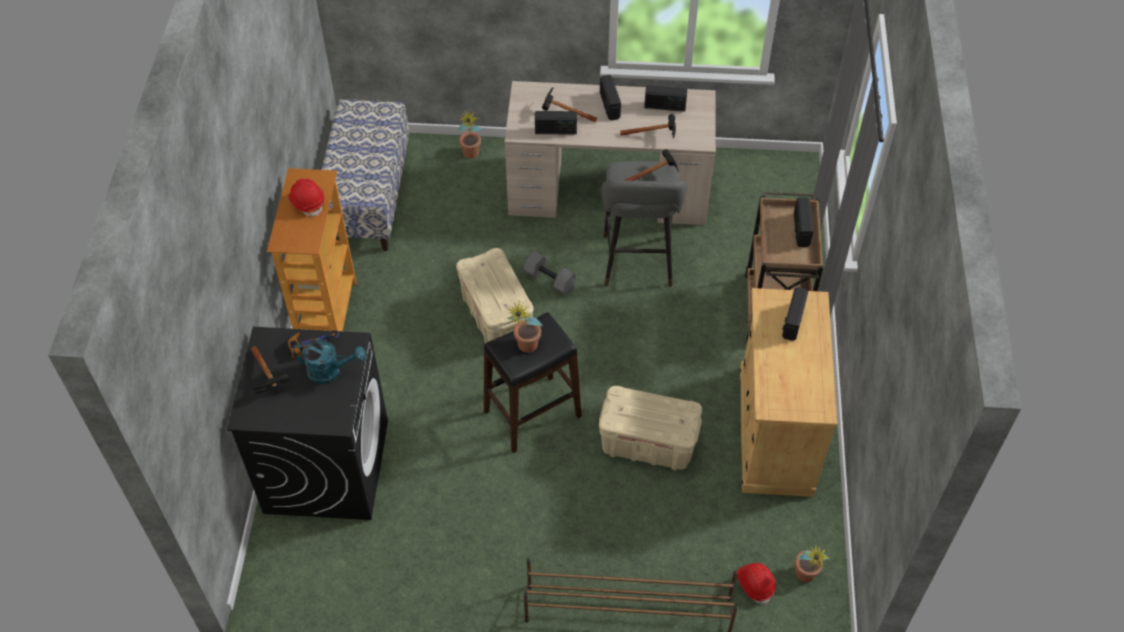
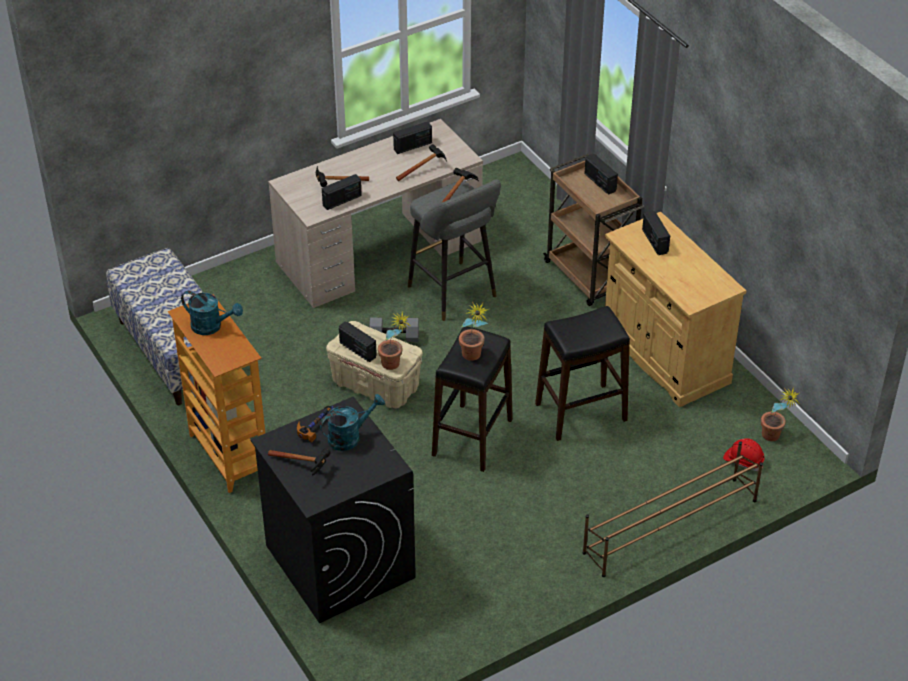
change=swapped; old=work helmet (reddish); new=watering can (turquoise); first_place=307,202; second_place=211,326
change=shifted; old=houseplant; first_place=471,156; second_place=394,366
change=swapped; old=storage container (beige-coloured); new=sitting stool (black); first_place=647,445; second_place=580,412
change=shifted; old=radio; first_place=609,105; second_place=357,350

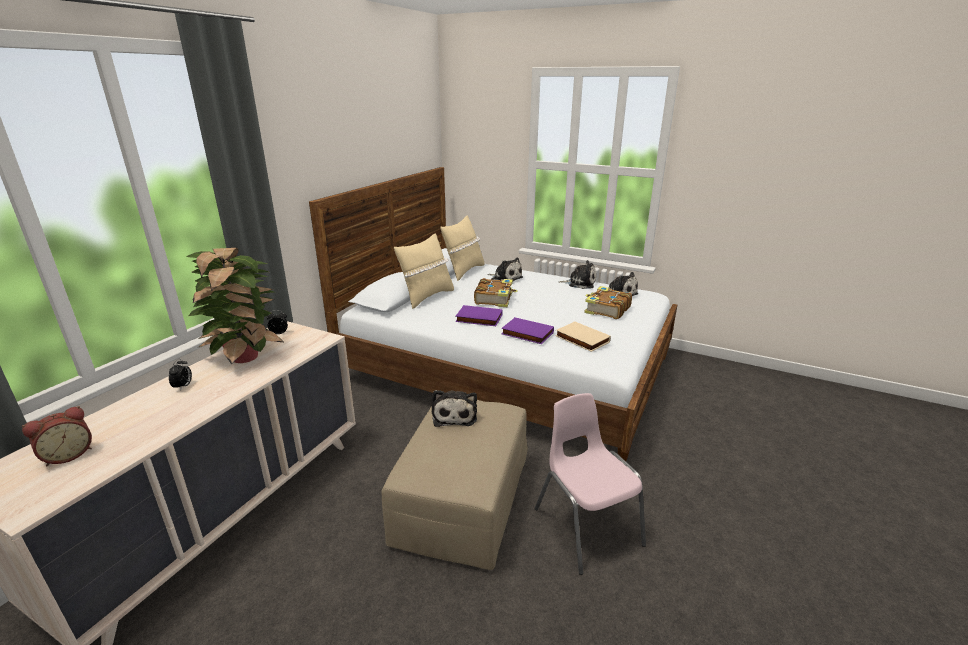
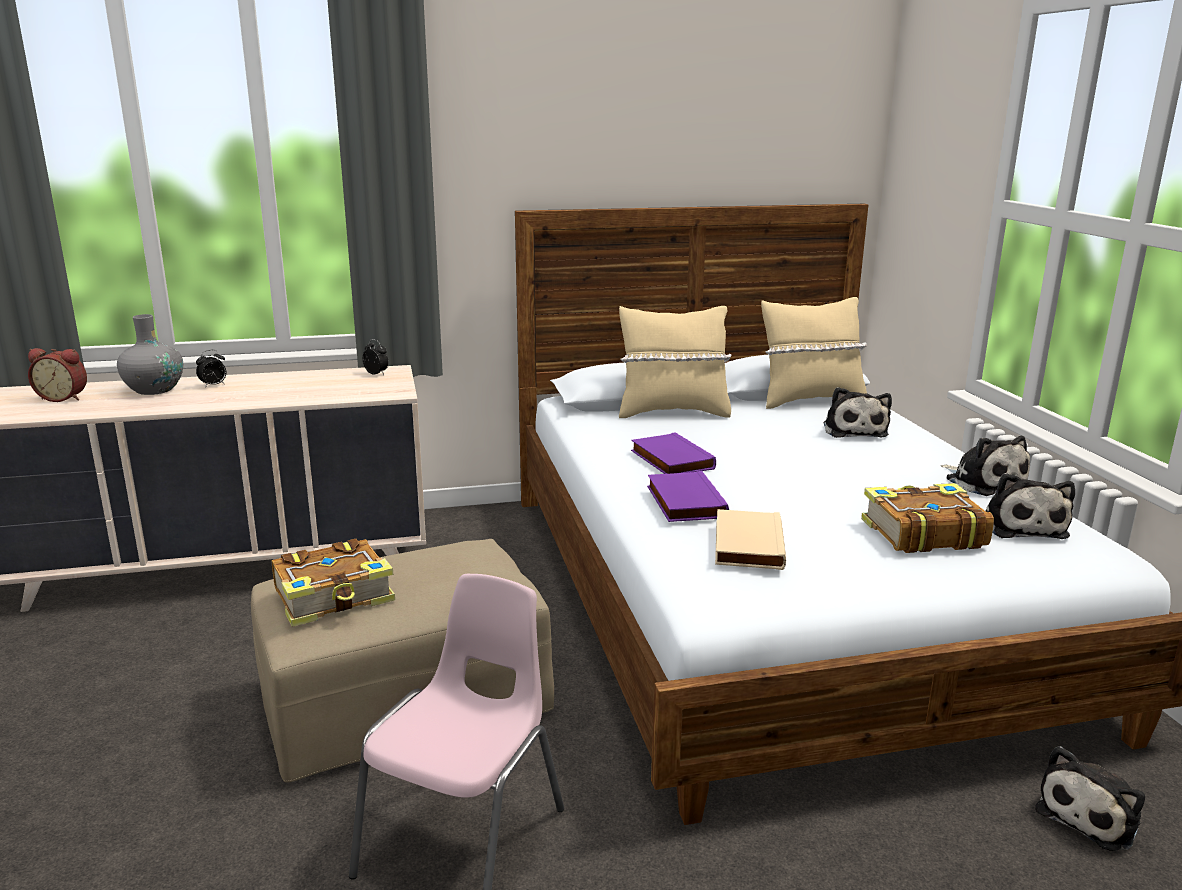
change=gone; old=houseplant; first_place=245,355
change=shifted; old=soft toy; first_place=454,415; second_place=1090,815
change=shifted; old=volume; first_place=495,299; second_place=335,597
change=new; new=flower vase (grey); second_place=154,390

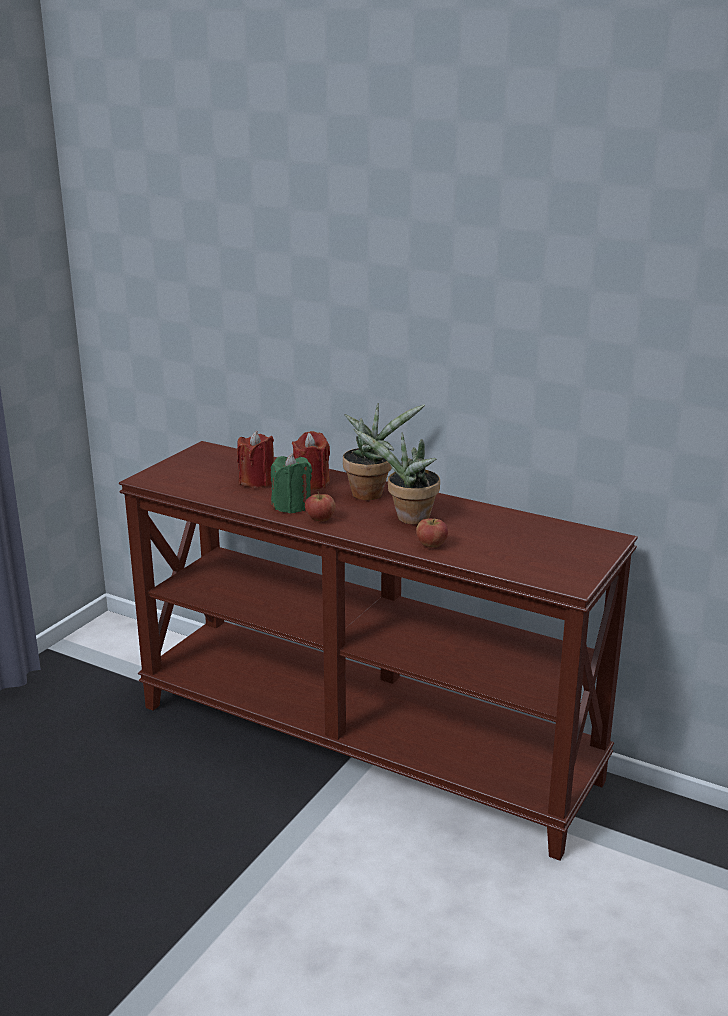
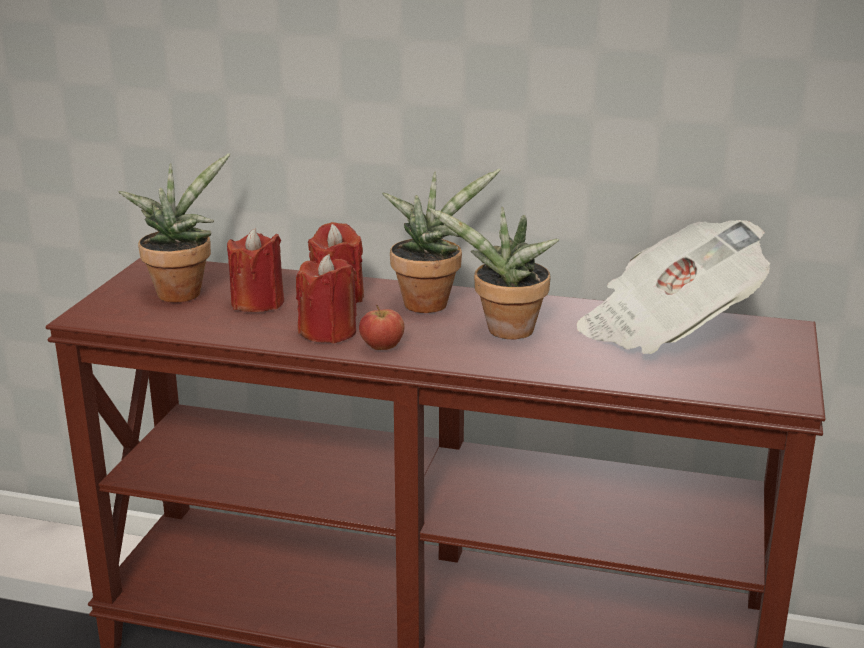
change=repainted; old=candle (green-coloured); new=candle (reddish); first_place=291,506; second_place=328,332
change=gone; old=whole apple; first_place=431,545
change=new; new=houseplant; second_place=182,291
change=new; new=daily paper; second_place=666,329

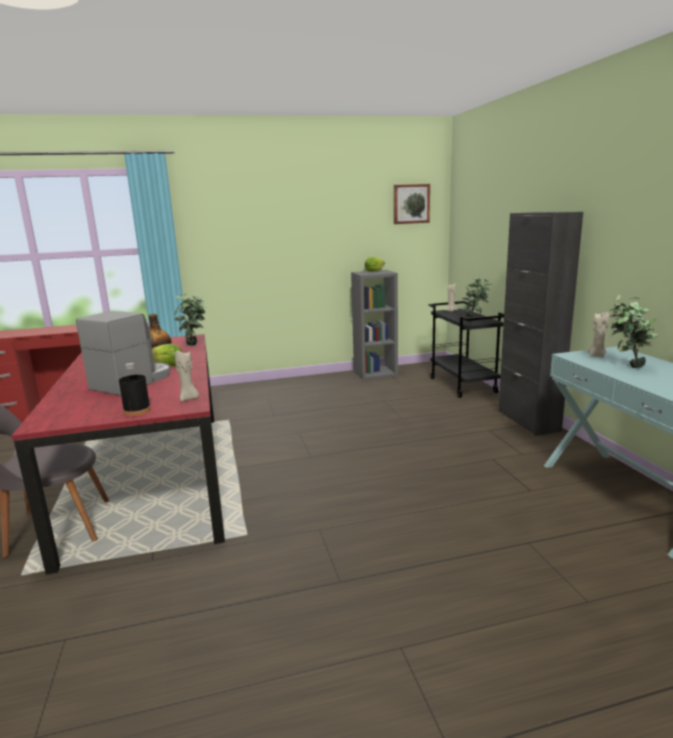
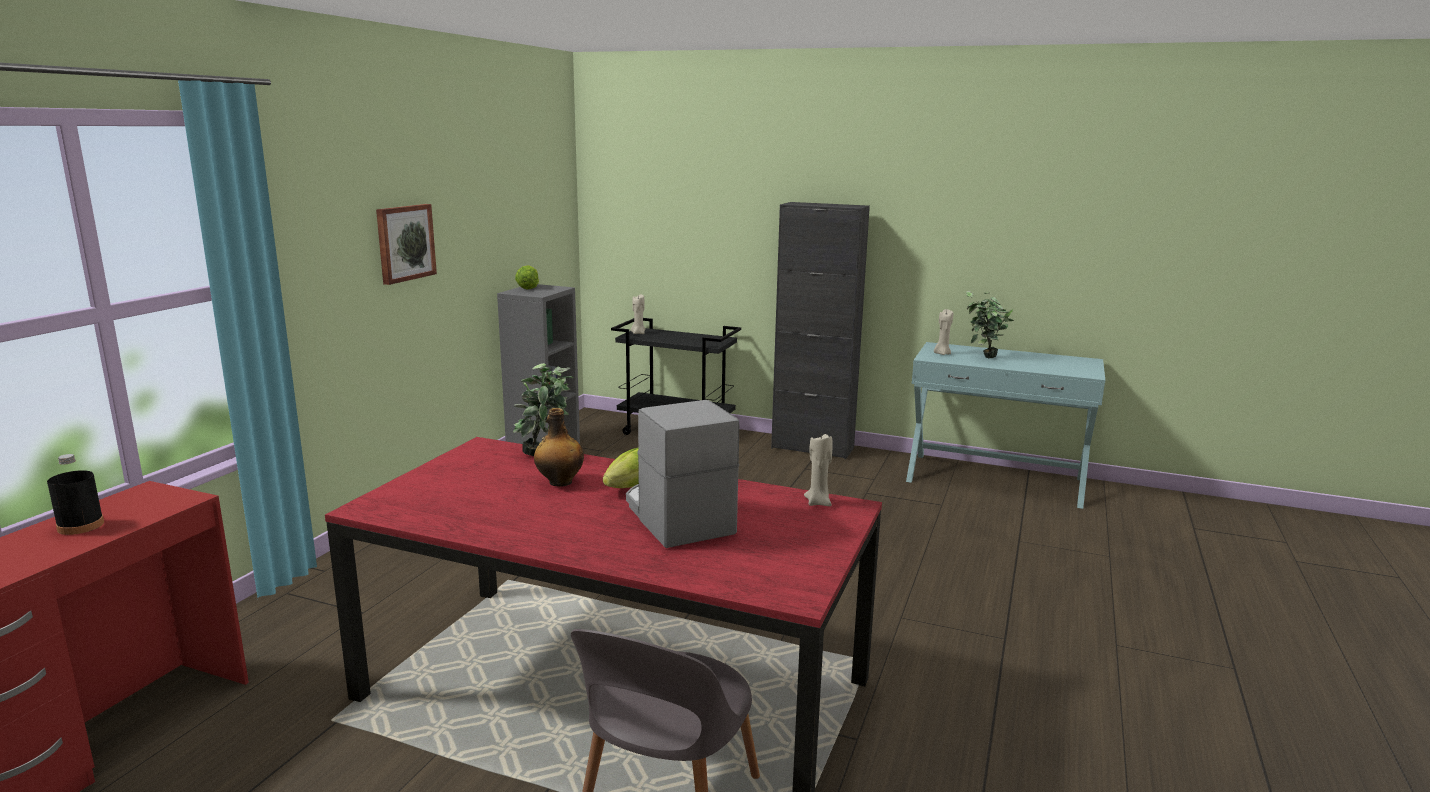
change=shifted; old=beverage bottle (black); first_place=137,411; second_place=80,526
change=shifted; old=wall art; first_place=411,204; second_place=405,243
change=gone; old=houseplant; first_place=475,321

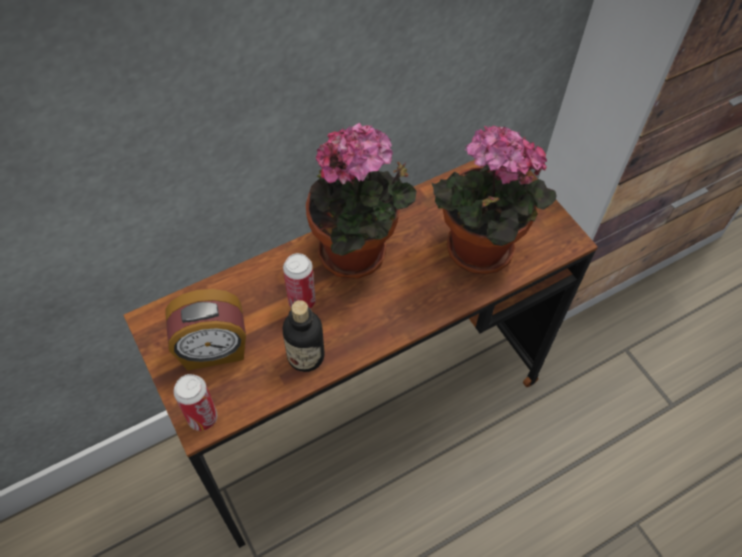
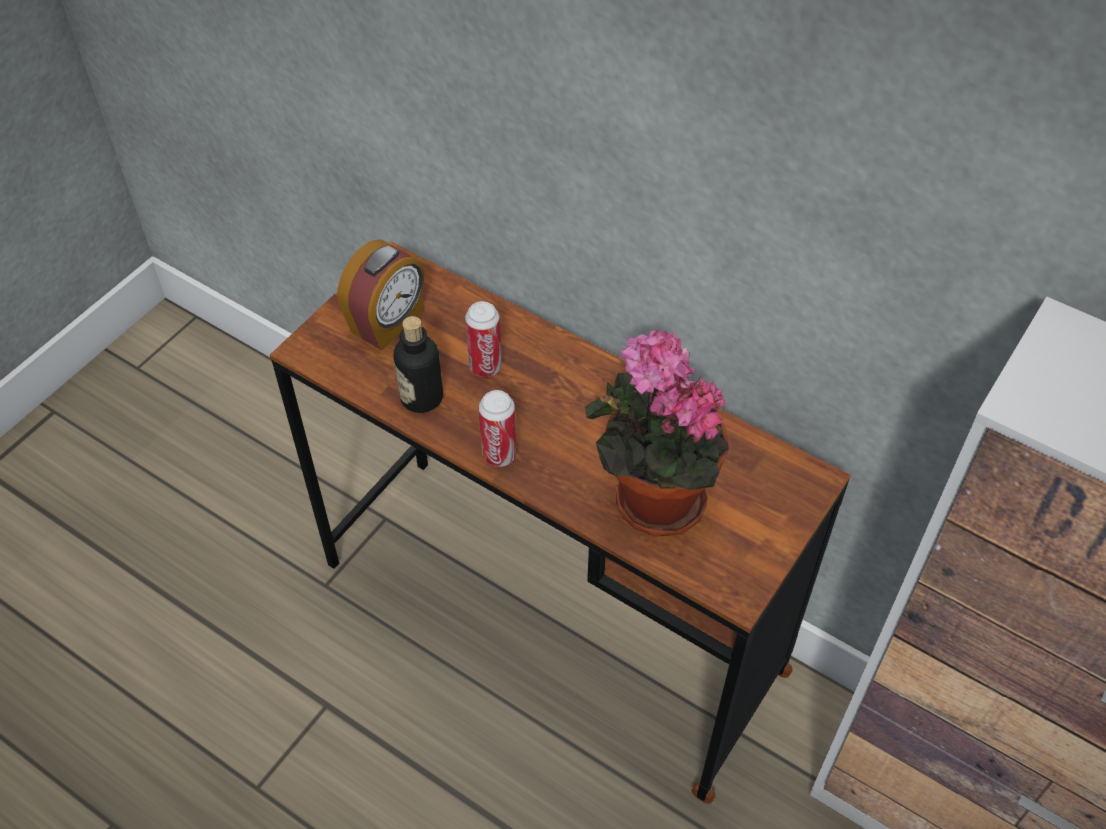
change=rotated; old=alarm clock; first_place=214,350; second_place=388,323; degrees=-105
change=shifted; old=metal can; first_place=202,417; second_place=499,455
change=gone; old=houseplant; first_place=358,254

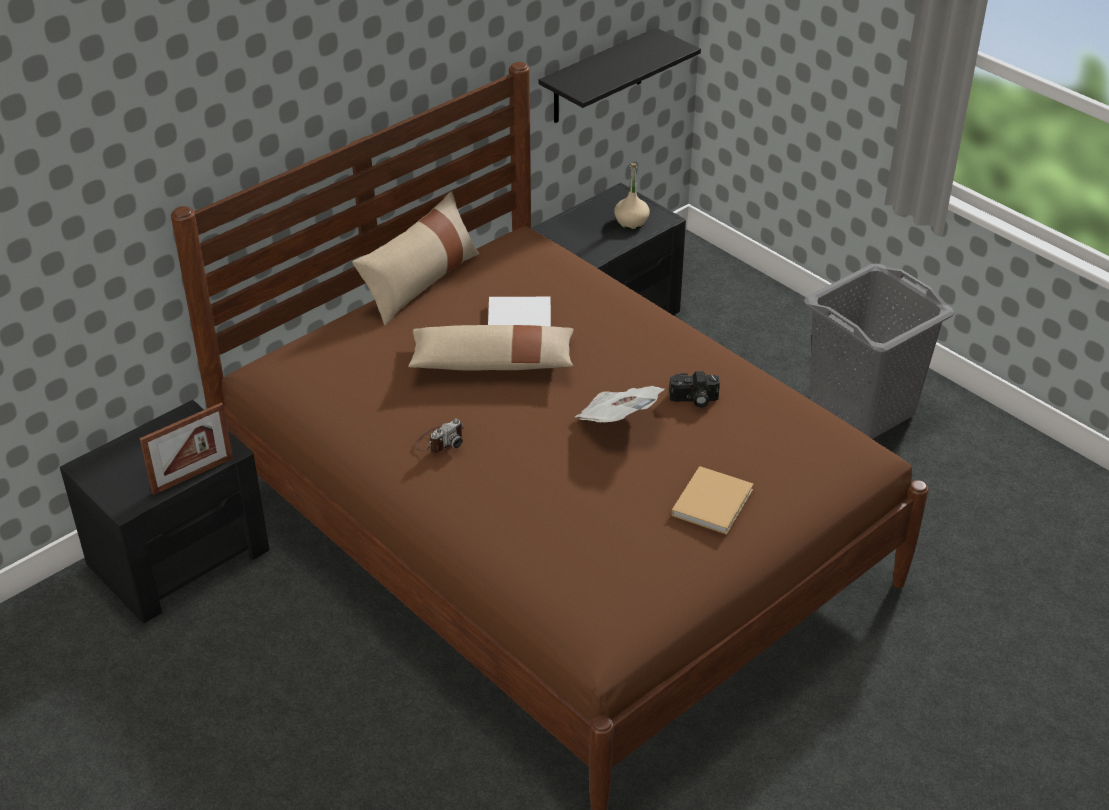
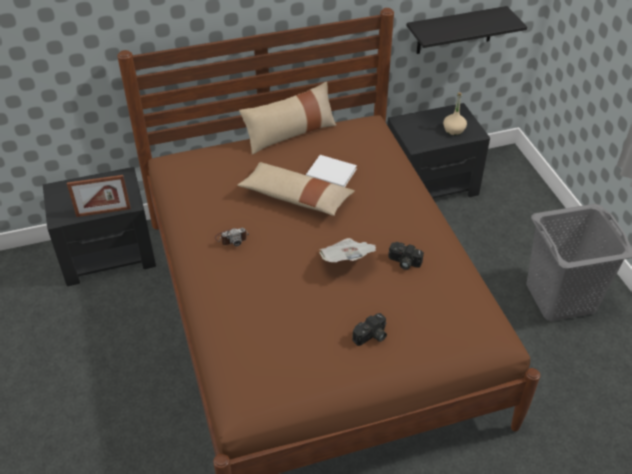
change=swapped; old=volume (beige-coloured); new=photo camera; first_place=713,501; second_place=371,337

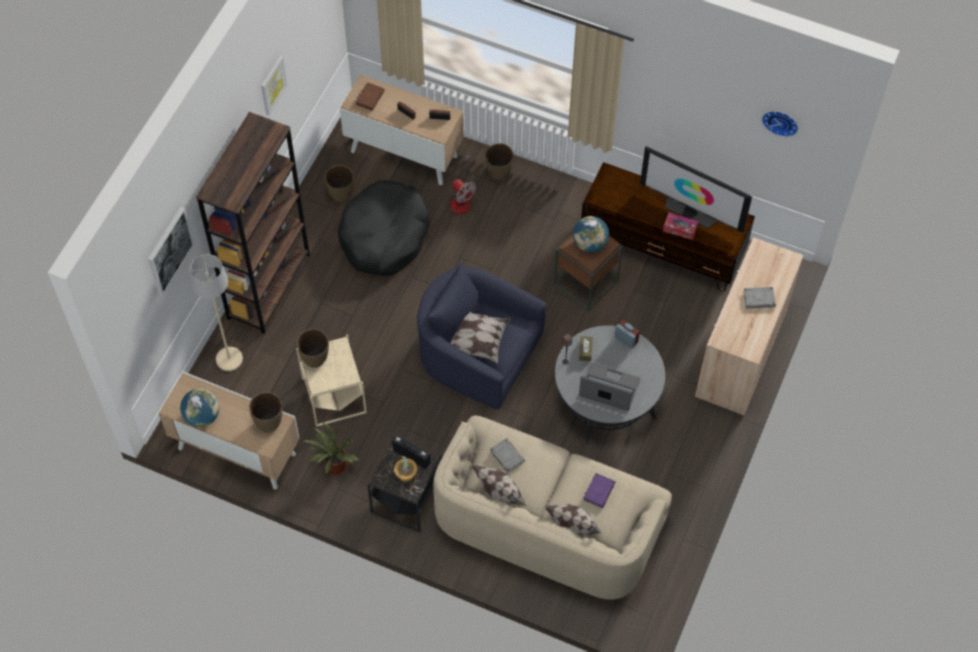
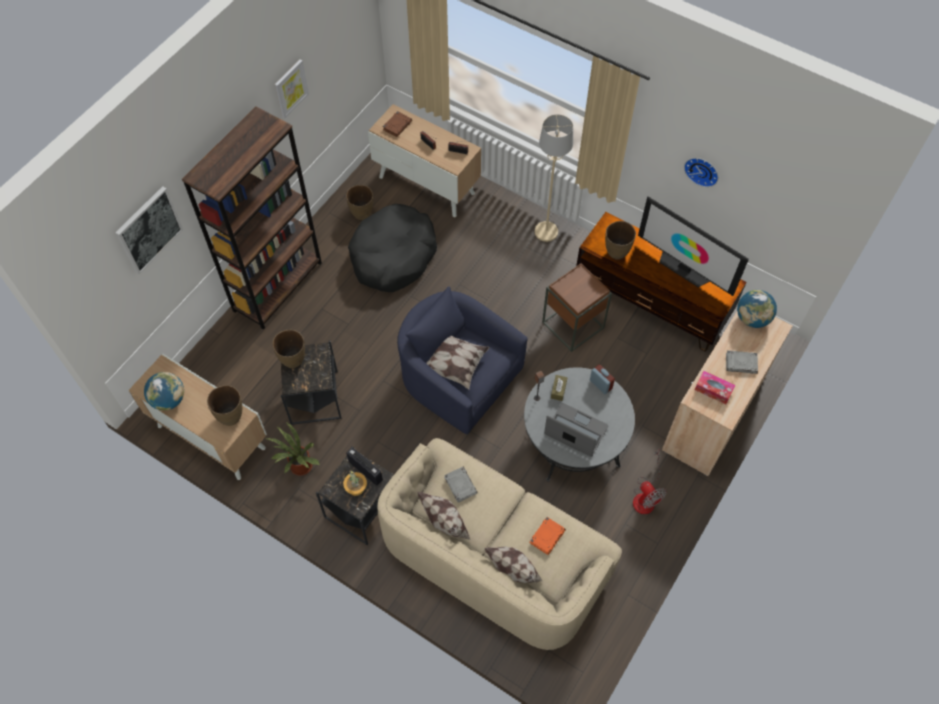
change=shifted; old=standing lamp (beige-coloured); first_place=229,359; second_place=546,232
change=repainted; old=side table (beige-coloured); new=side table (black); first_place=334,395; second_place=315,397
change=shifted; old=electric fan; first_place=462,199; second_place=645,496
change=shifted; old=flower vase (brown); first_place=499,174; second_place=616,253
change=shifted; old=world globe; first_place=590,244; second_place=752,318
change=repainted; old=volume (purple-coloured); new=volume (orangey); first_place=599,491; second_place=547,536
change=shifted; old=tissue holder; first_place=680,229; second_place=713,390
change=shifted; old=clock on the wall; first_place=781,121; second_place=702,170

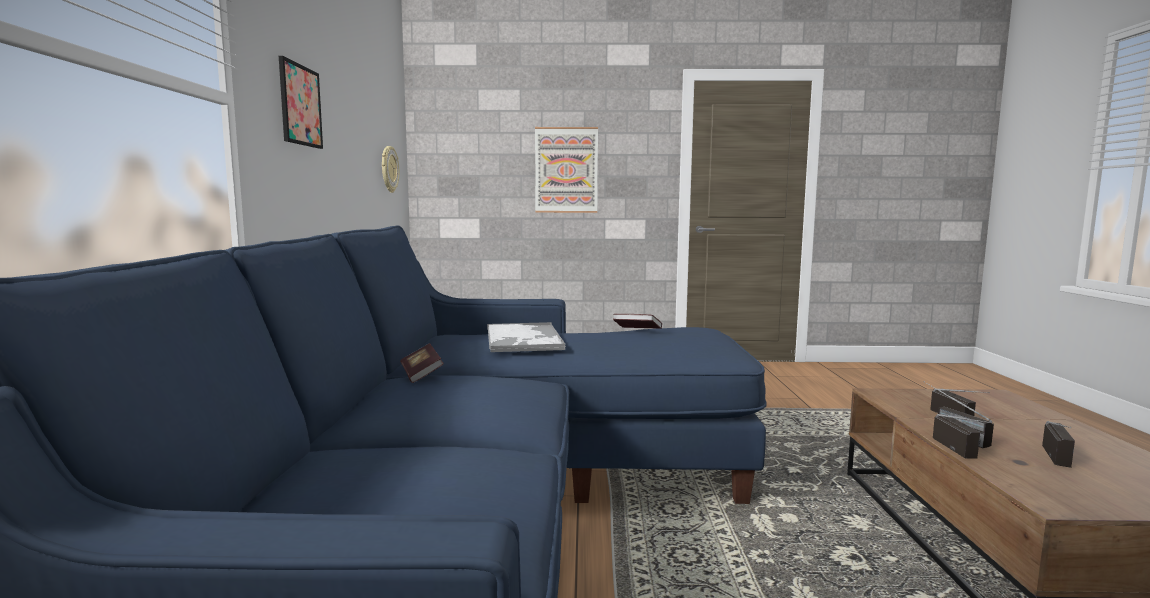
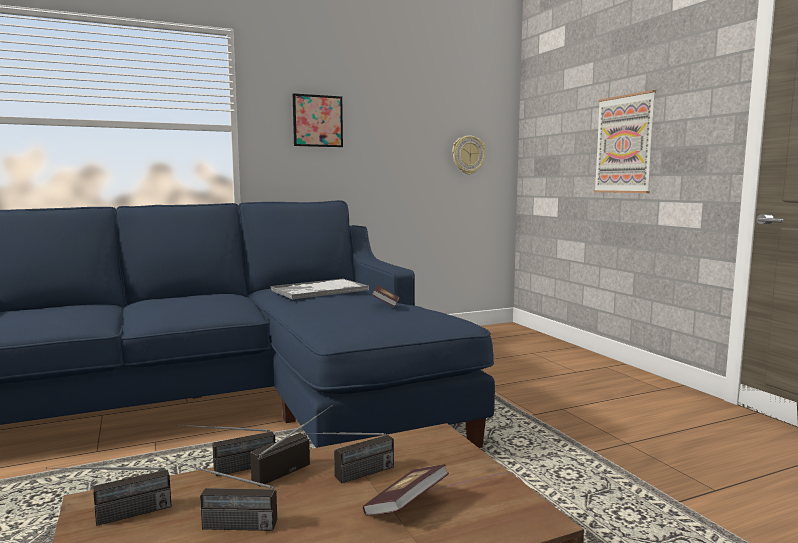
change=shifted; old=volume; first_place=421,374; second_place=406,506
change=new; new=radio; second_place=113,518

